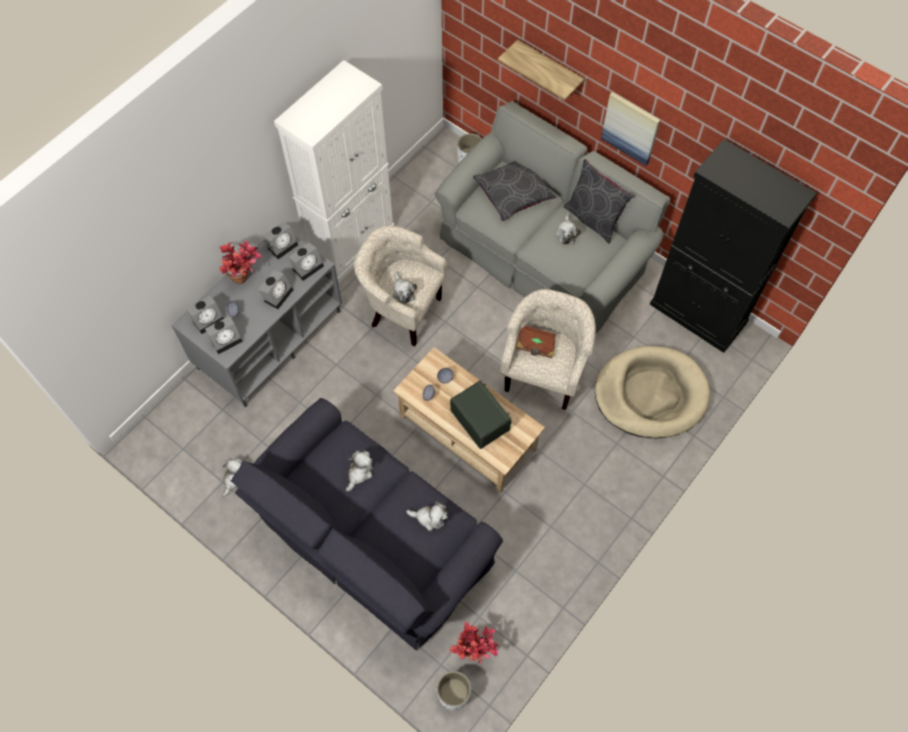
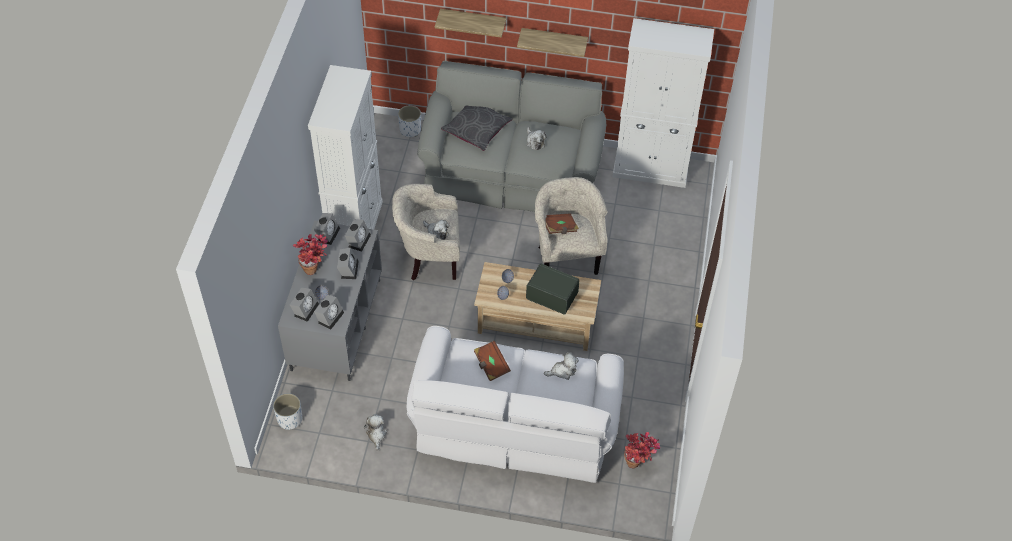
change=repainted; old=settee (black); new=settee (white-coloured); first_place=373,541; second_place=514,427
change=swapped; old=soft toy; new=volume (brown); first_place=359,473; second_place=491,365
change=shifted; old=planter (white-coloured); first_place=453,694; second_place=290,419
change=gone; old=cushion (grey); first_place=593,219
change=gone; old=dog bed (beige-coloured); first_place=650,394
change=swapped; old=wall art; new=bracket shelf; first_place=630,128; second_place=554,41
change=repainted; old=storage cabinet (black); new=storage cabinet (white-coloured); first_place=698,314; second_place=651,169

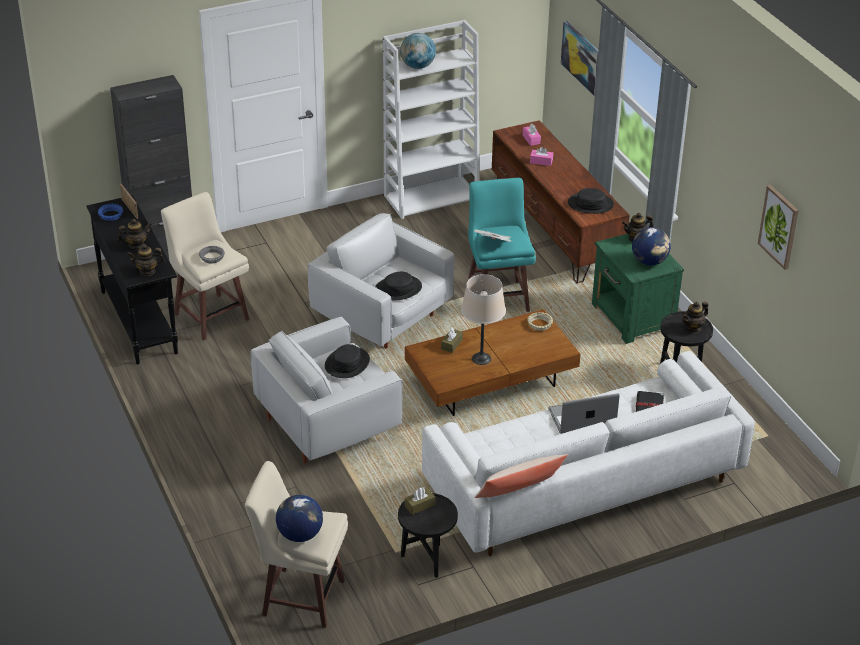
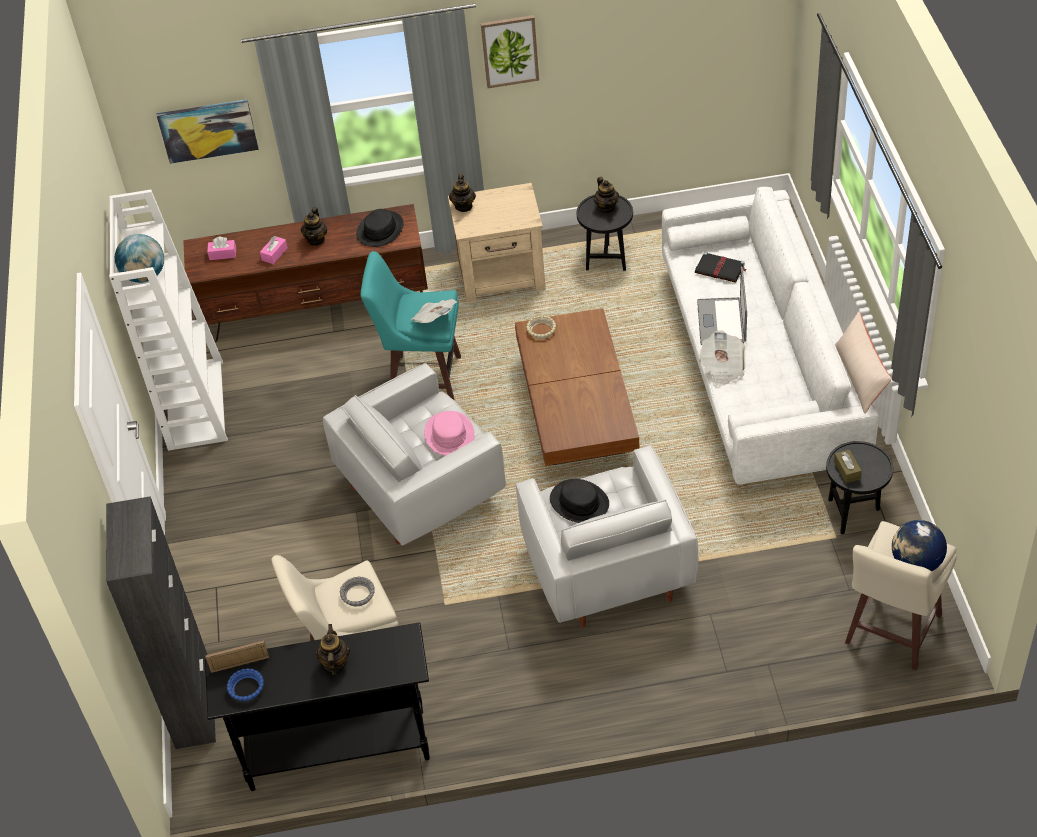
change=shifted; old=teapot; first_place=147,271; second_place=316,239
change=repainted; old=wearable hat (black); new=wearable hat (pink); first_place=398,288; second_place=449,434
change=gone; old=tissue holder (brown); first_place=451,344
change=gone; old=tabletop lamp (beige-coloured); first_place=481,358
change=repainted; old=bedside table (green-coloured); new=bedside table (beige-coloured); first_place=632,318; second_place=502,275
change=gone; old=world globe; first_place=649,261
change=shifted; old=wall art; first_place=779,226; second_place=510,50
change=new; new=daily paper; second_place=722,368

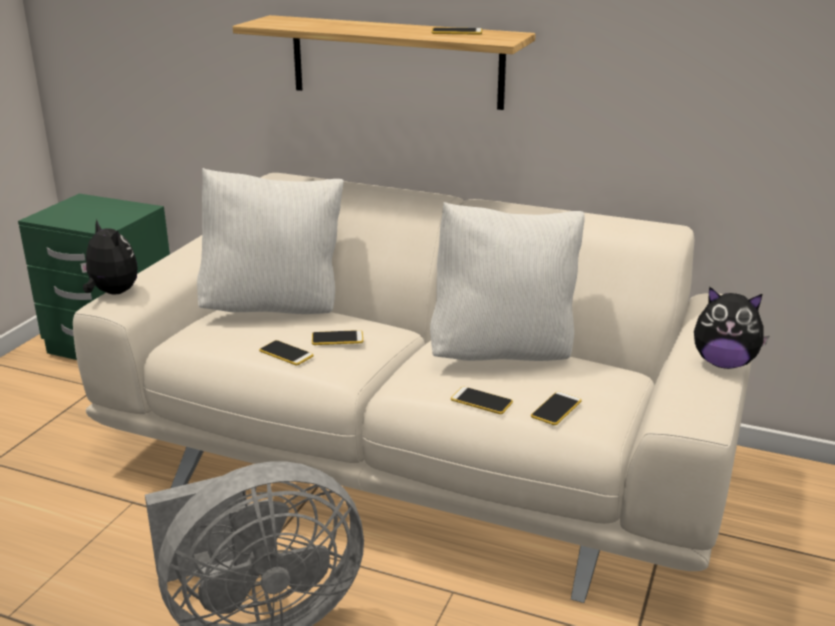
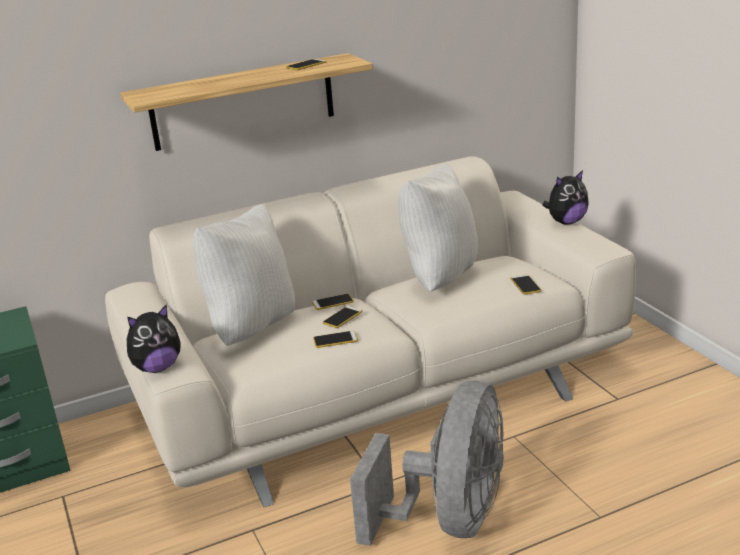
change=rotated; old=soft toy; first_place=112,293; second_place=157,367; degrees=150
change=shifted; old=telephone; first_place=481,401; second_place=333,302

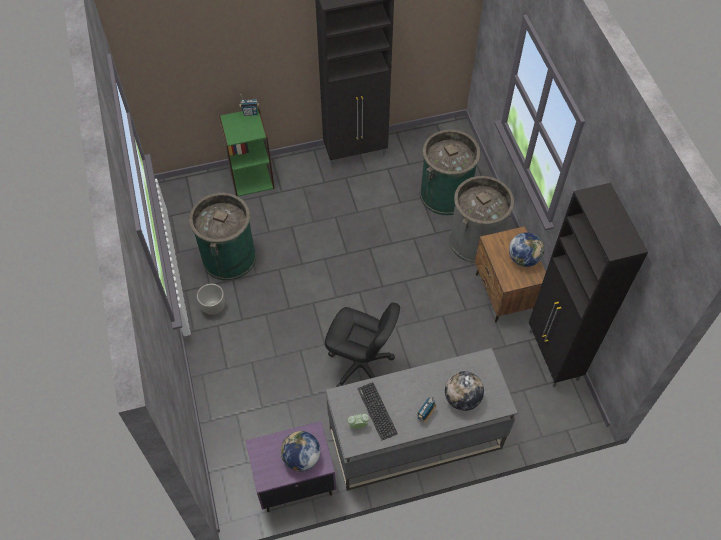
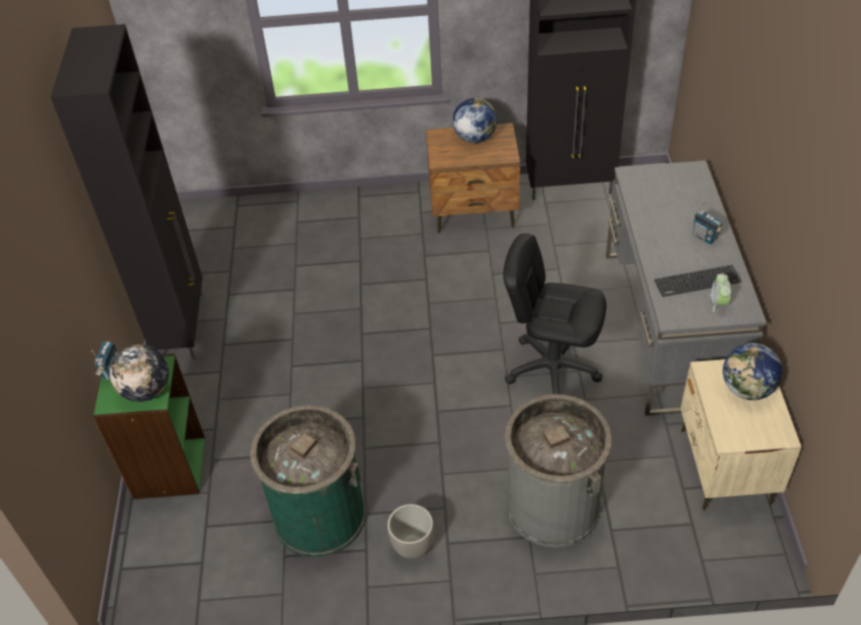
change=repainted; old=bedside table (purple-coloured); new=bedside table (beige-coloured); first_place=294,481; second_place=724,467
change=rotated; old=computer chair (black); first_place=360,365; second_place=552,369; degrees=-105
change=gone; old=rubbish bin (green-coloured); first_place=445,194
change=shifted; old=world globe; first_place=462,399; second_place=146,390
change=shifted; old=rubbish bin (grey); first_place=475,240; second_place=553,505

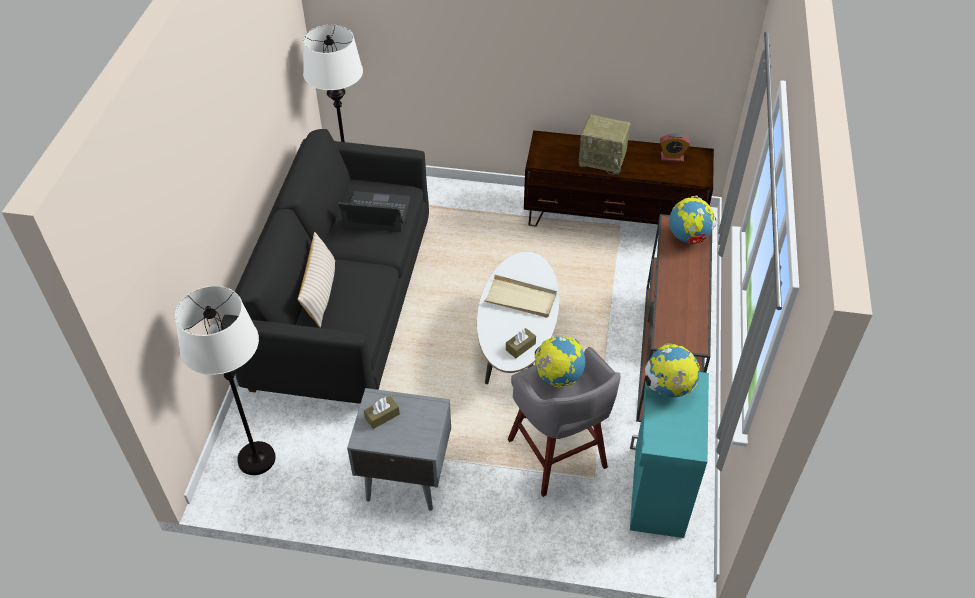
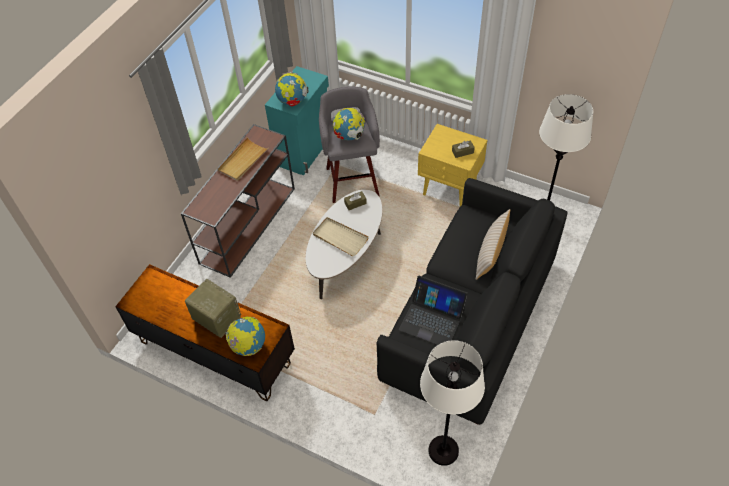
change=repainted; old=bedside table (grey); new=bedside table (yellow-coloured); first_place=404,477; second_place=450,189
change=gone; old=alarm clock; first_place=672,157
change=shifted; old=world globe; first_place=688,237; second_place=248,346
change=new; new=carrying tray (beige-coloured); second_place=243,161

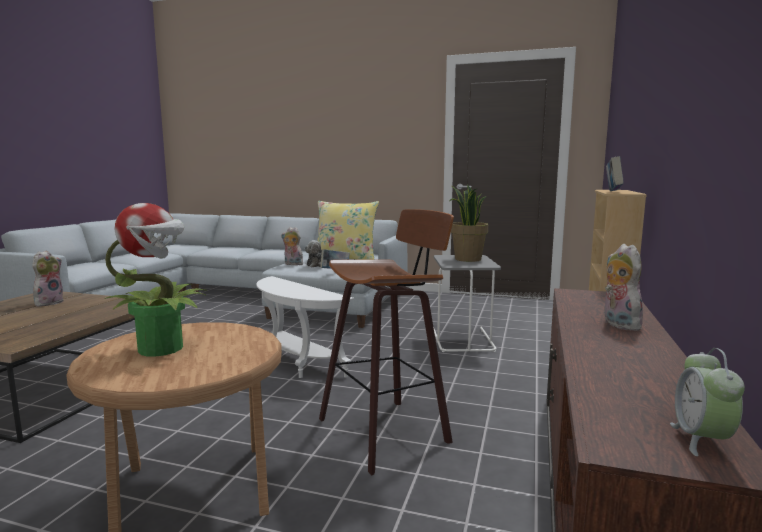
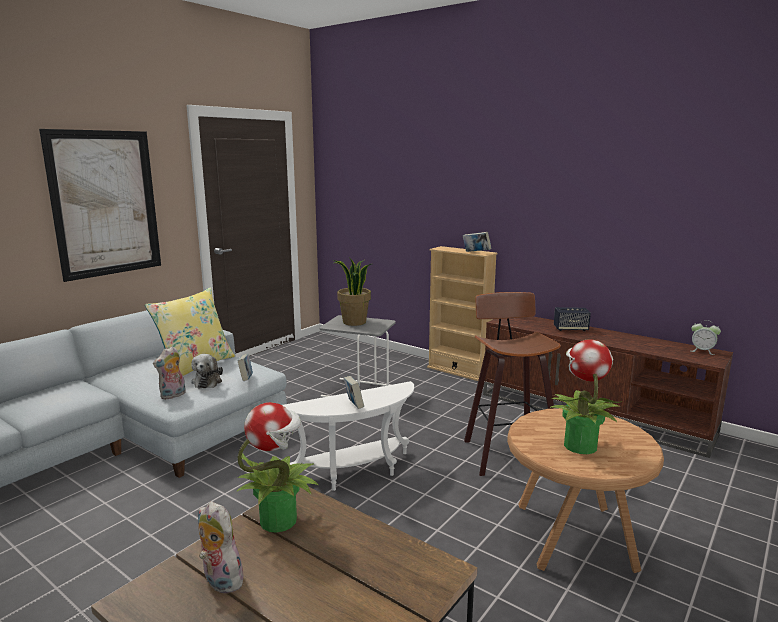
change=swapped; old=soft toy; new=audio speaker; first_place=617,324; second_place=570,329
change=new; new=wall art; second_place=105,203
change=new; new=houseplant; second_place=279,520
change=new; new=volume; second_place=354,406

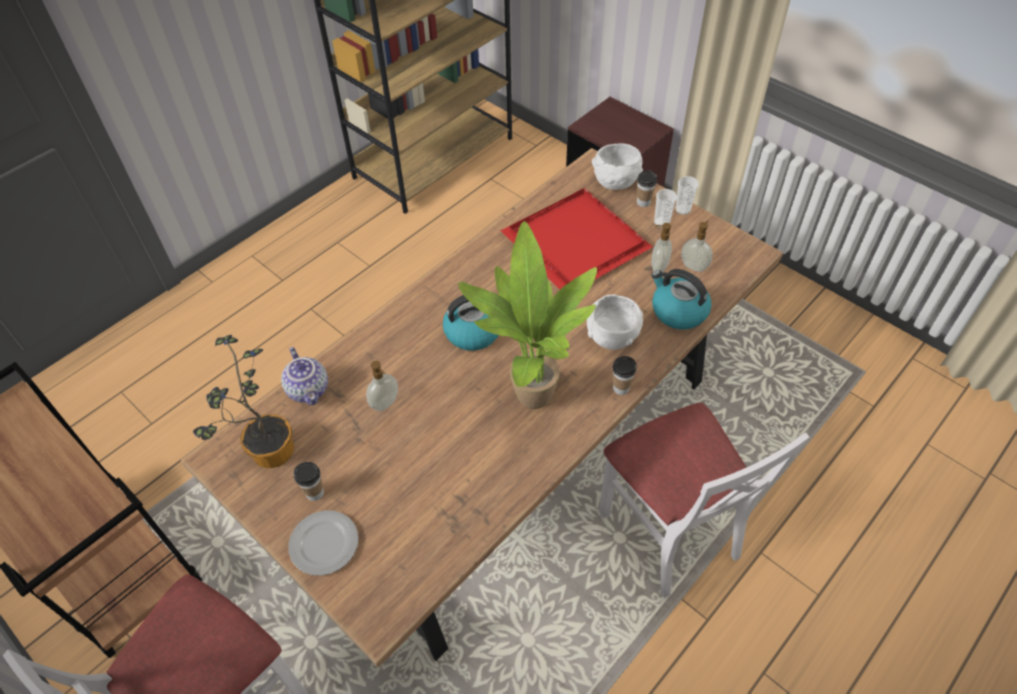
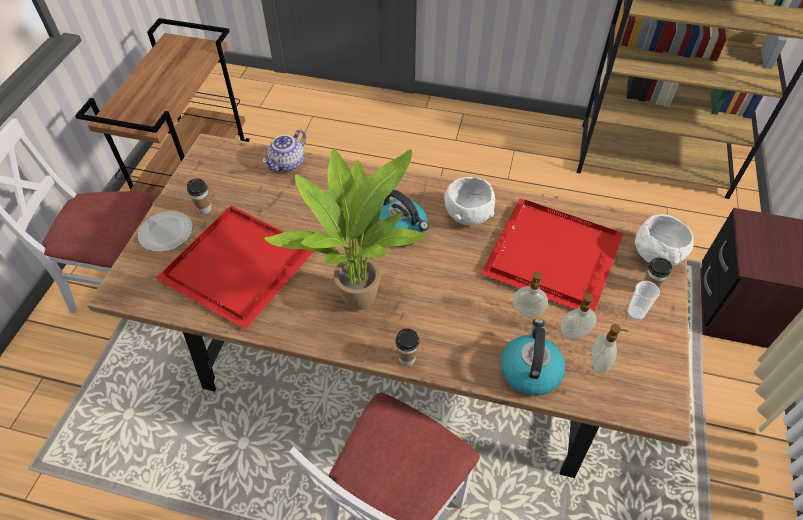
change=gone; old=houseplant; first_place=267,454
change=shifted; old=soap bottle; first_place=385,403; second_place=527,312
change=shifted; old=deep dish (white-coloured); first_place=611,338; second_place=468,216
change=gone; old=small cup; first_place=683,209
change=new; new=carrying tray (reddish); second_place=235,266

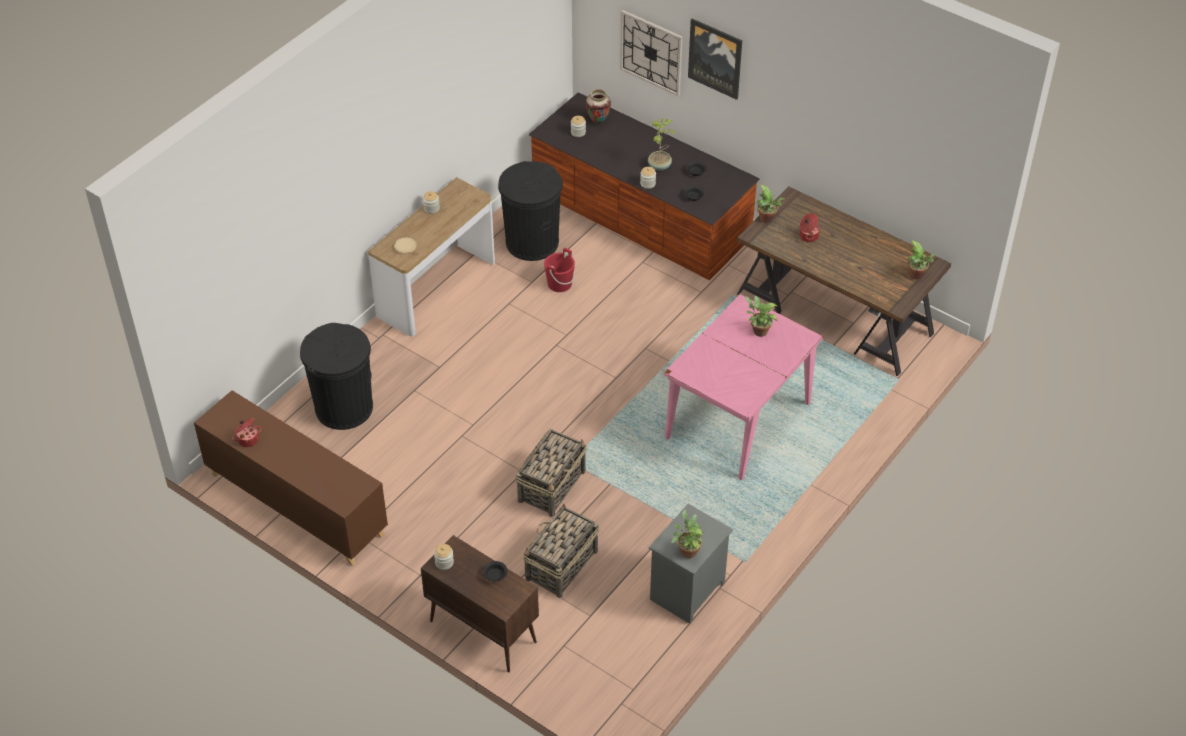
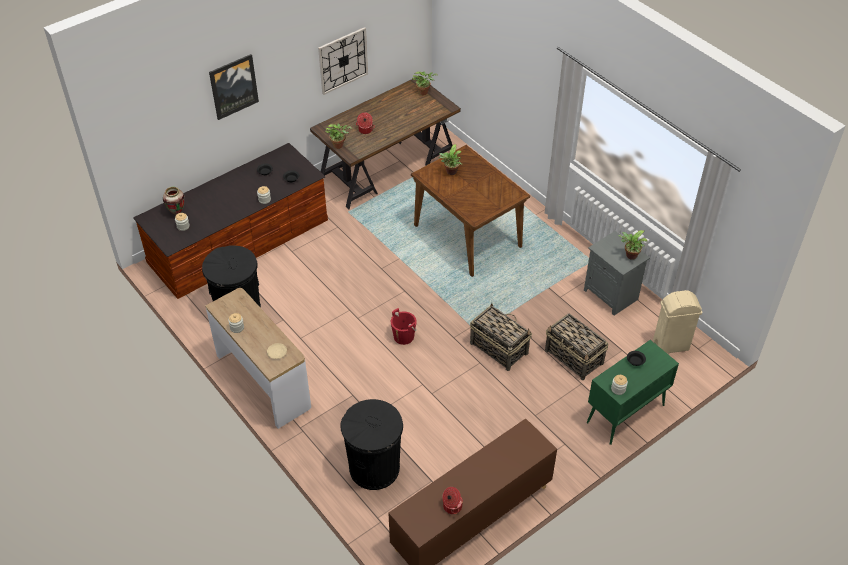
change=repainted; old=storage cabinet (brown); new=storage cabinet (green-coloured); first_place=482,631; second_place=625,414
change=shifted; old=water bucket (reddish); first_place=559,283; second_place=403,336
change=shifted; old=clock on the wall; first_place=651,52; second_place=343,60
change=gone; old=houseplant; first_place=660,166
change=repainted; old=dining table (pink); new=dining table (brown); first_place=737,420; second_place=468,236
change=new; new=rubbish bin (beige-coloured); second_place=671,345

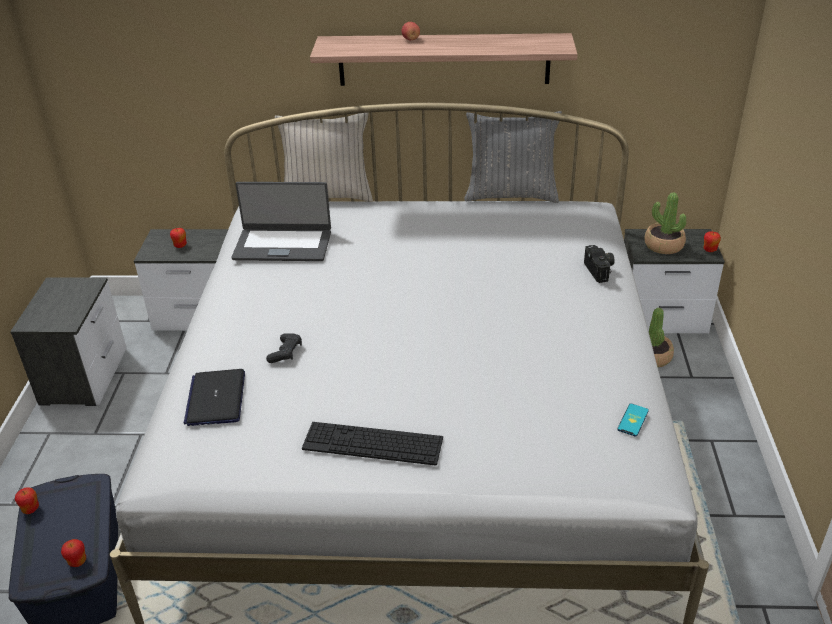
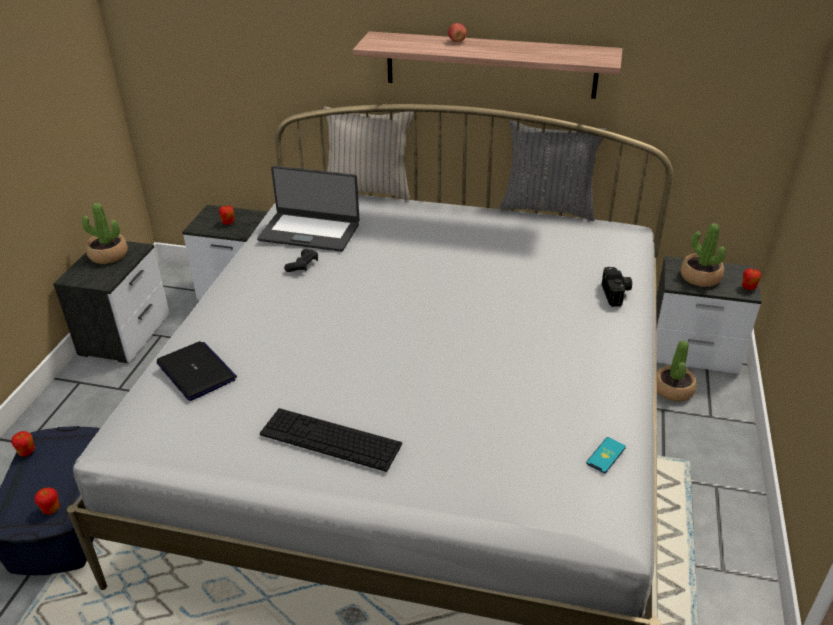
change=rotated; old=laptop; first_place=216,398; second_place=196,372; degrees=135
change=shifted; old=game controller (black); first_place=285,353; second_place=303,265
change=new; new=houseplant; second_place=108,255

